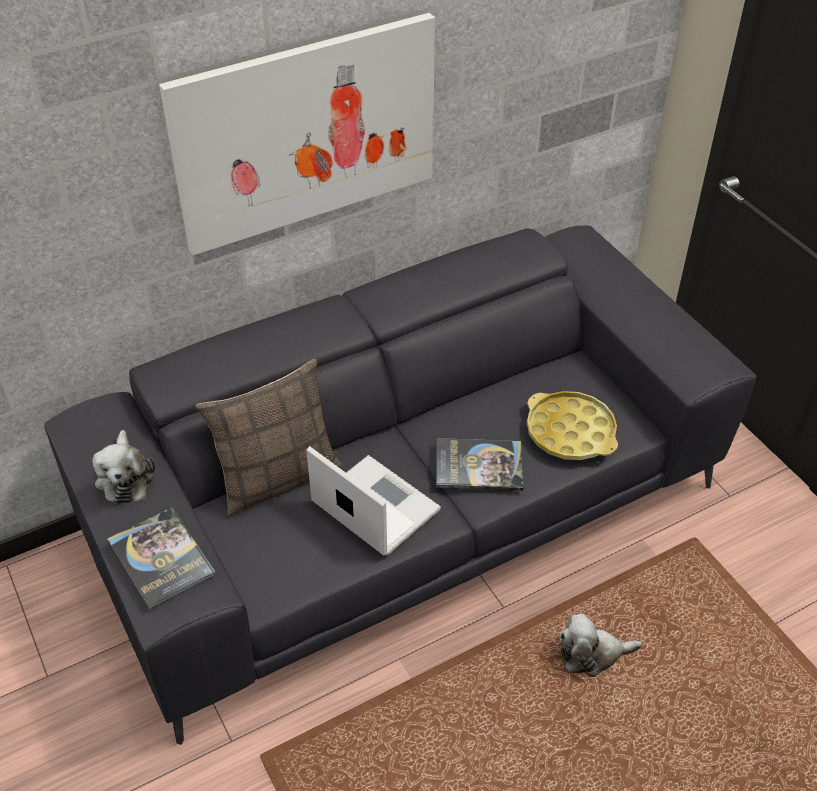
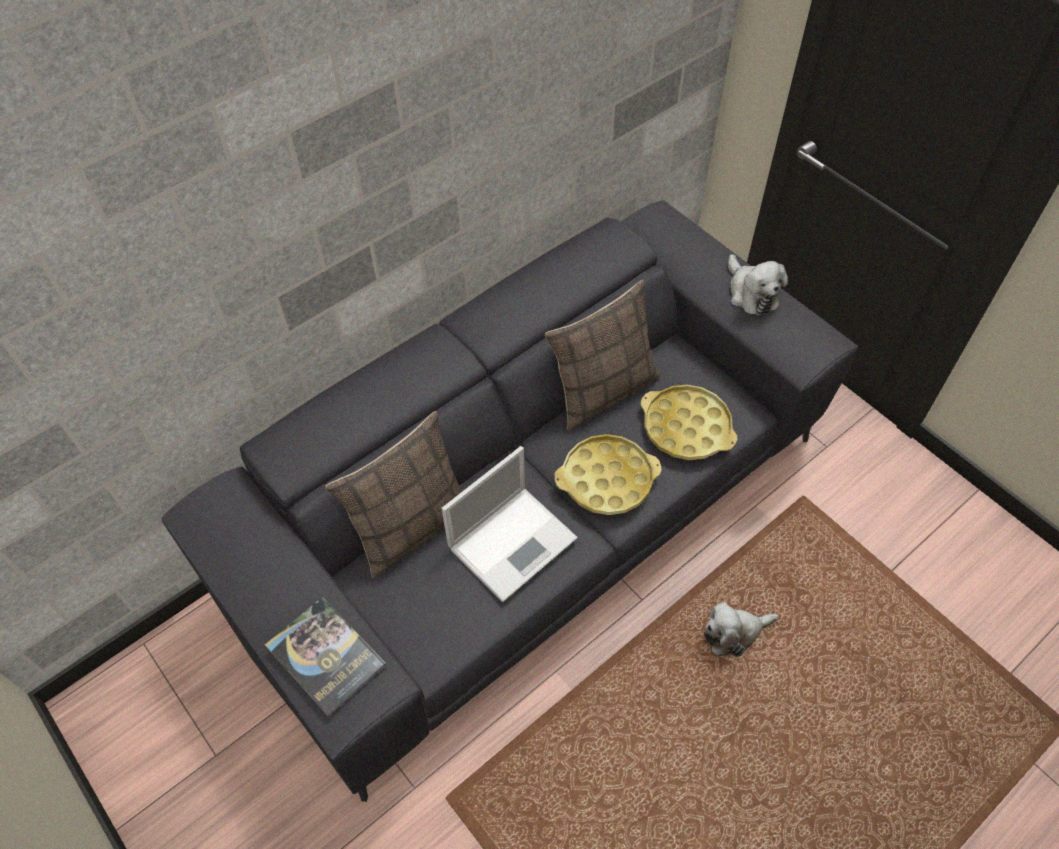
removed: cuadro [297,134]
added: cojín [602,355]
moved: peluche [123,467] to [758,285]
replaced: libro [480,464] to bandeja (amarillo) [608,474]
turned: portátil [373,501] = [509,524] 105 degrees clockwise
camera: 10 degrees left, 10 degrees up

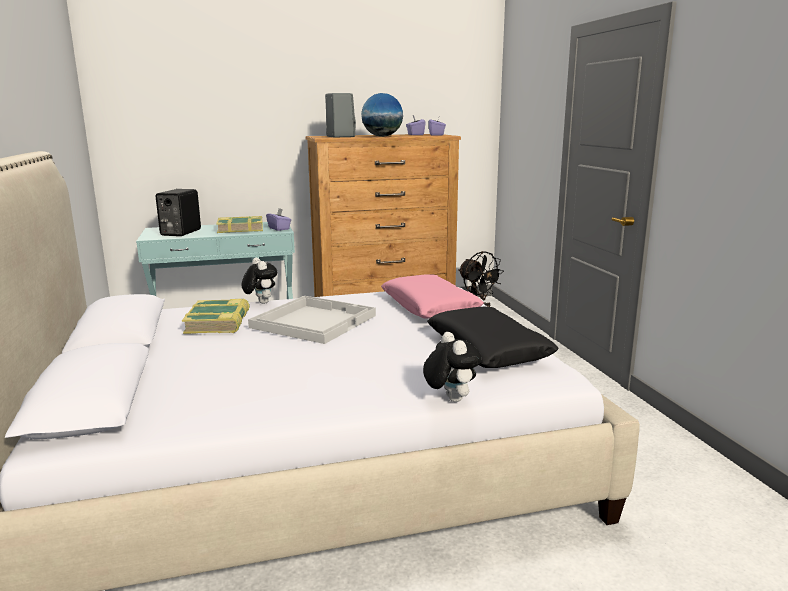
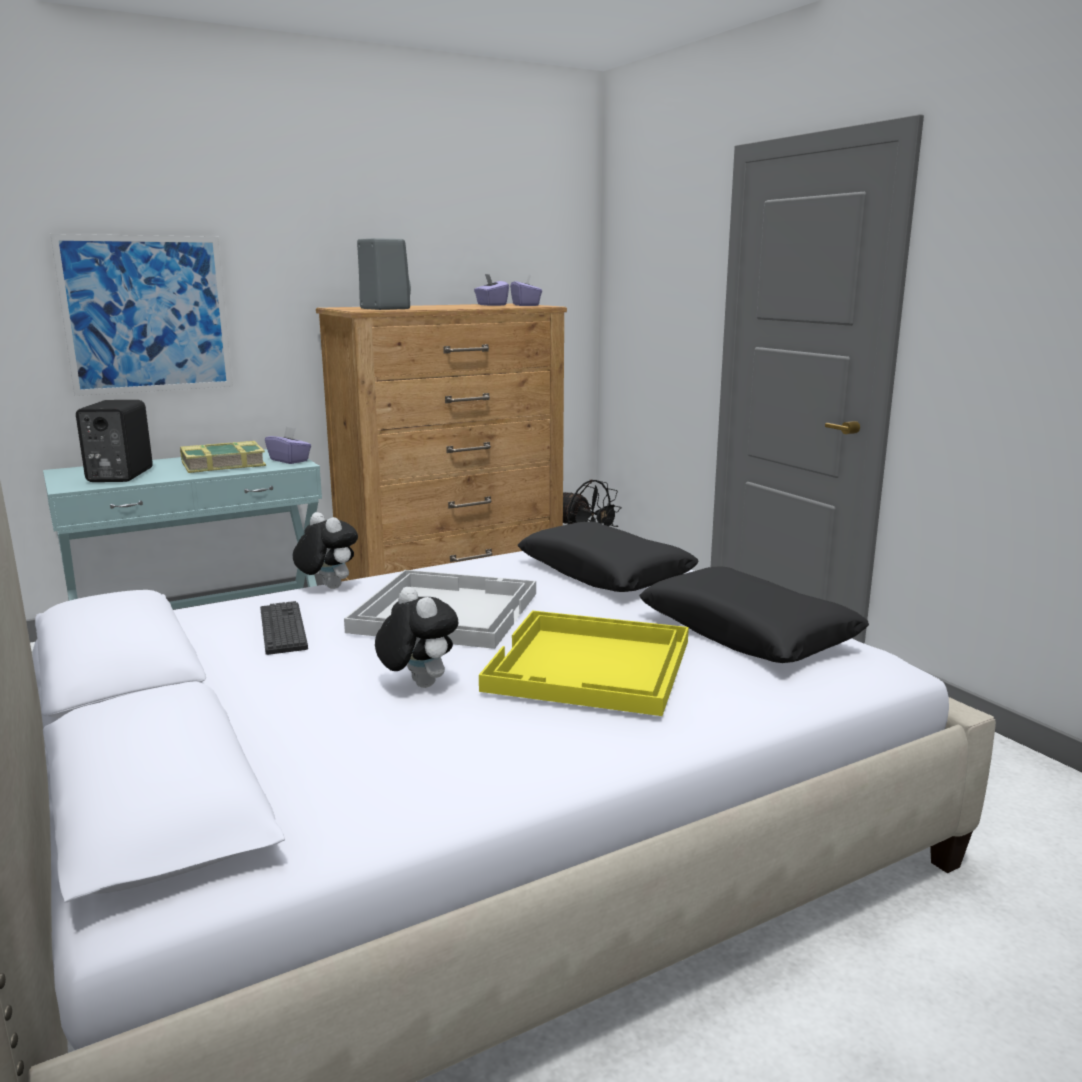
removed: globo terráqueo [382,115]
added: cuadro [141,315]; bandeja (amarillo) [584,663]
moved: peluche [452,367] to [417,637]
replaced: libro [216,316] to teclado [284,628]
recoloured: cojín (rosa) [432,296] to cojín (negro) [608,557]
camera: 15 degrees left, 0 degrees up

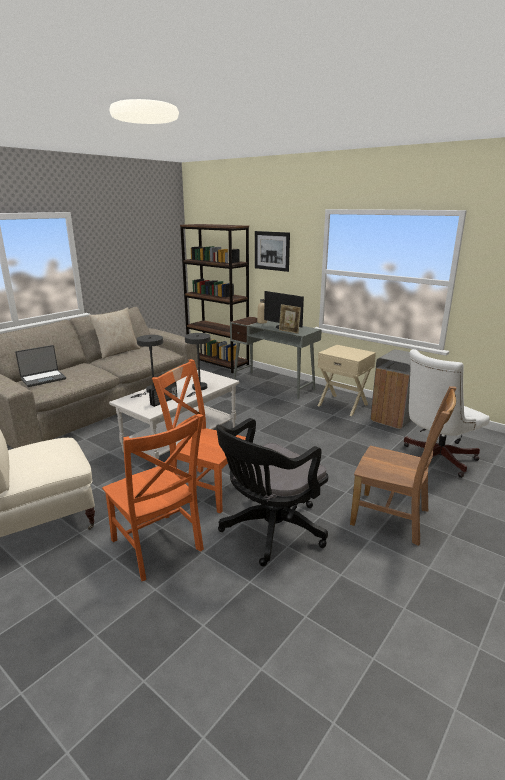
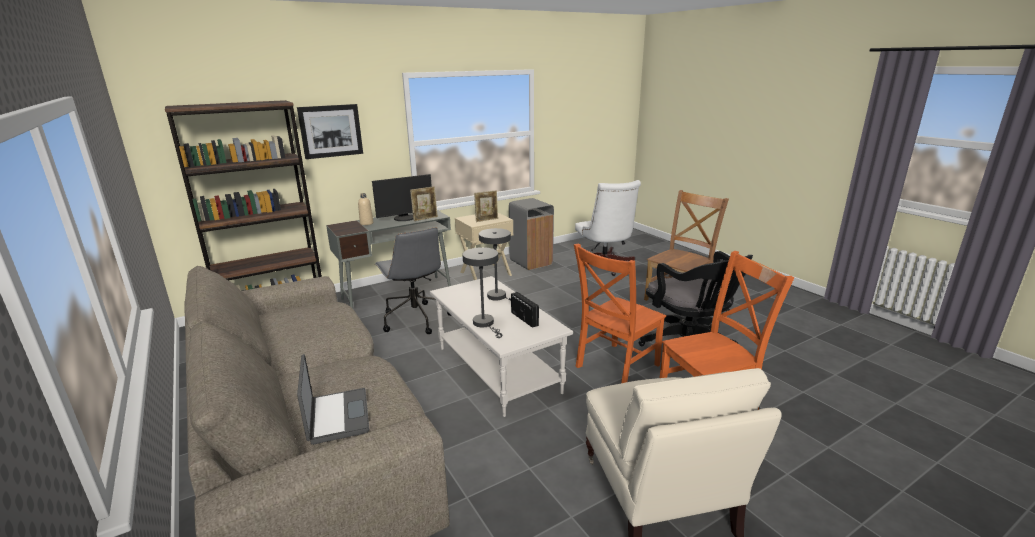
removed: cojín (beis) [115,333]
added: silla de oficina (gris) [413,280]; portarretratos [486,206]
camera: 70 degrees left, 0 degrees up

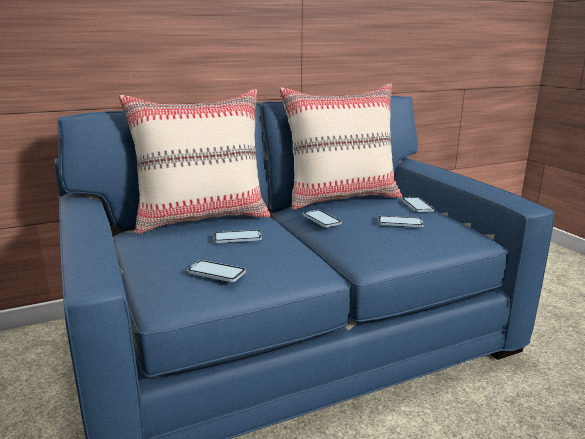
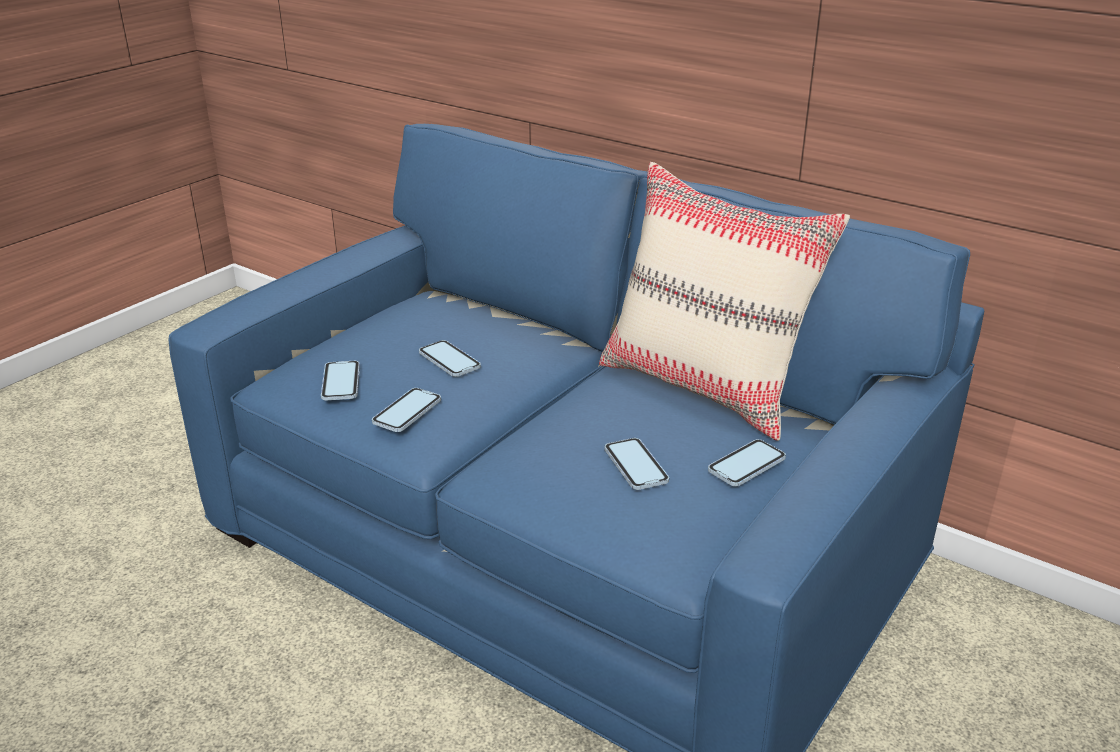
removed: cojín (beis) [195,161]
moved: móvil [322,218] to [406,410]
camera: 60 degrees right, 10 degrees up

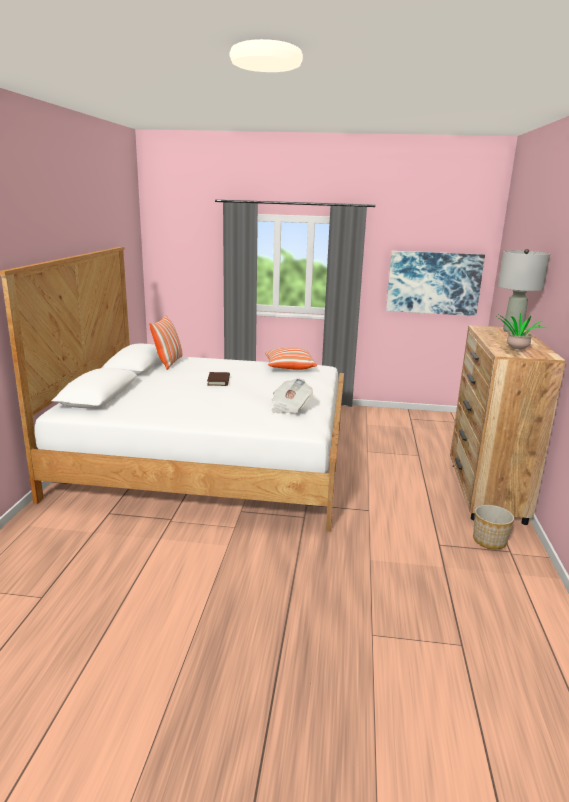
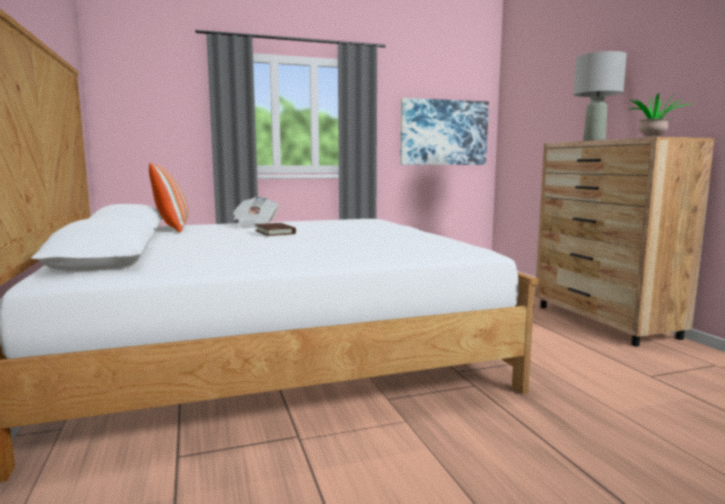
removed: cojín [291,359]; maceta [493,527]
moved: periódico [292,396] to [256,212]
camera: 25 degrees left, 10 degrees down

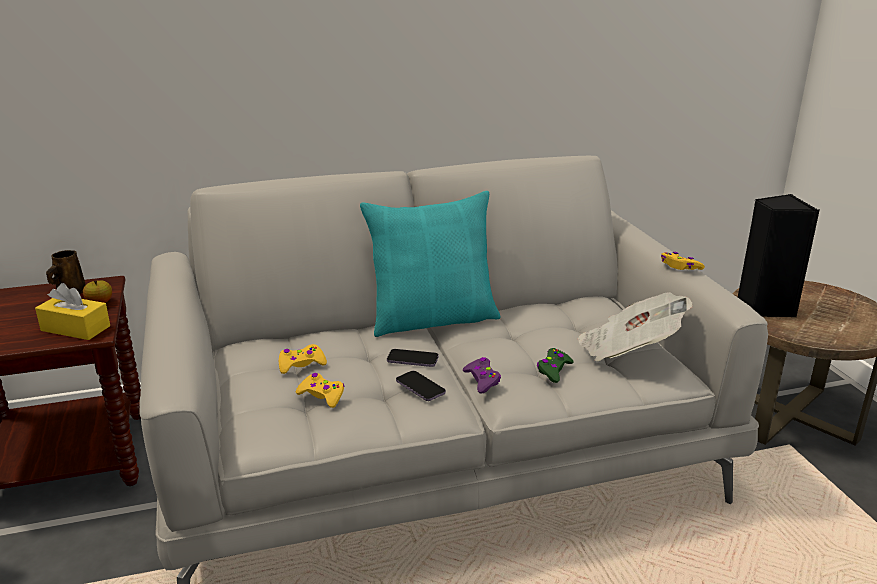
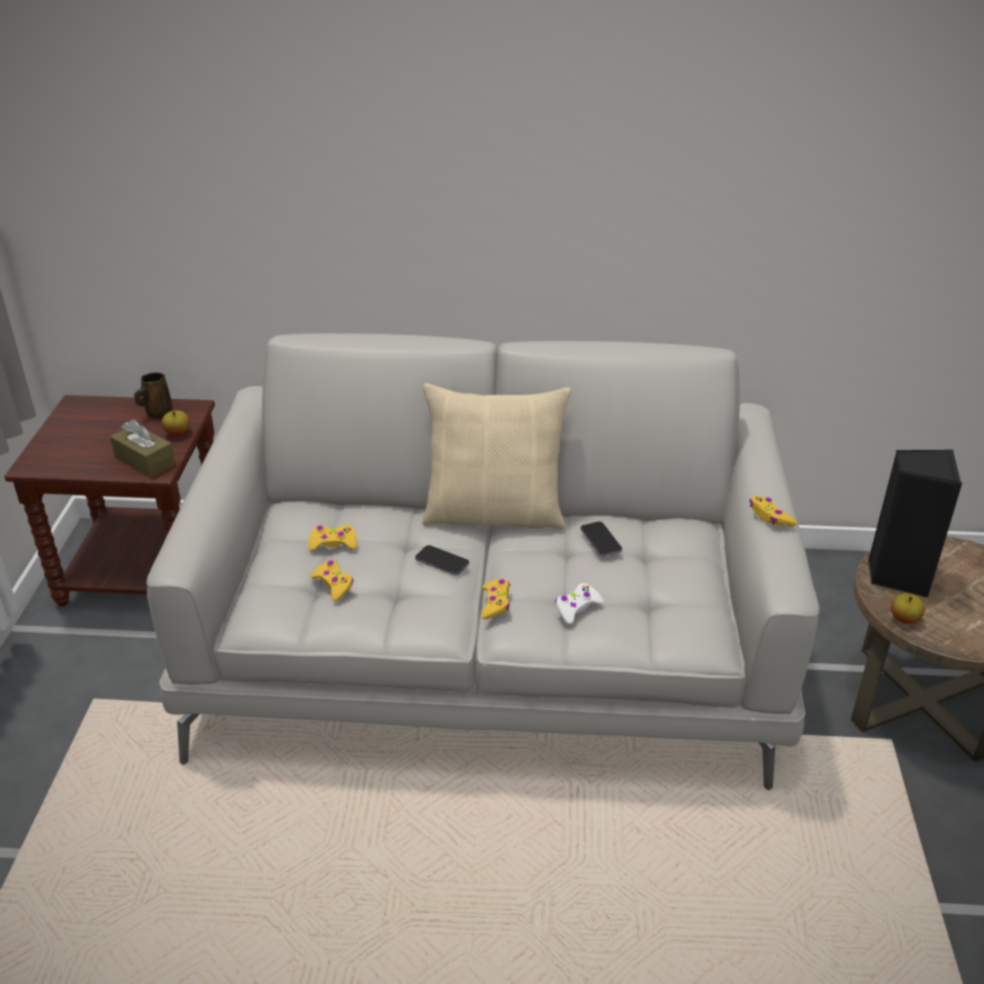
removed: periódico [635,326]
added: manzana [908,608]
moved: móvil [421,386] to [601,538]
recoloured: caja de pañuelos (amarillo) [72,311] to caja de pañuelos (marrón) [142,448]; cojín (turquesa) [430,264] to cojín (beis) [496,456]; mando de consola (morado) [482,375] to mando de consola (amarillo) [495,599]; mando de consola (verde) [555,365] to mando de consola (blanco) [579,603]
camera: 20 degrees right, 10 degrees up

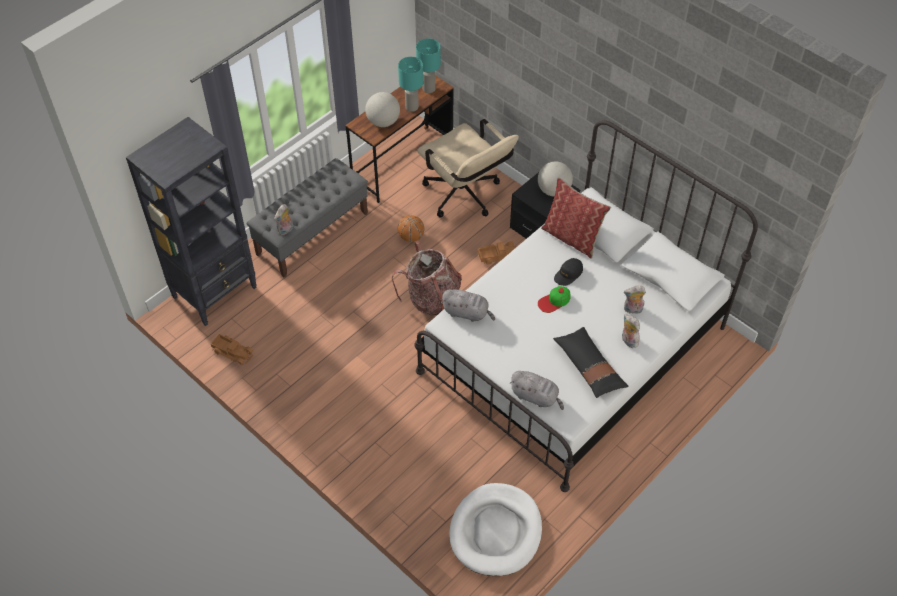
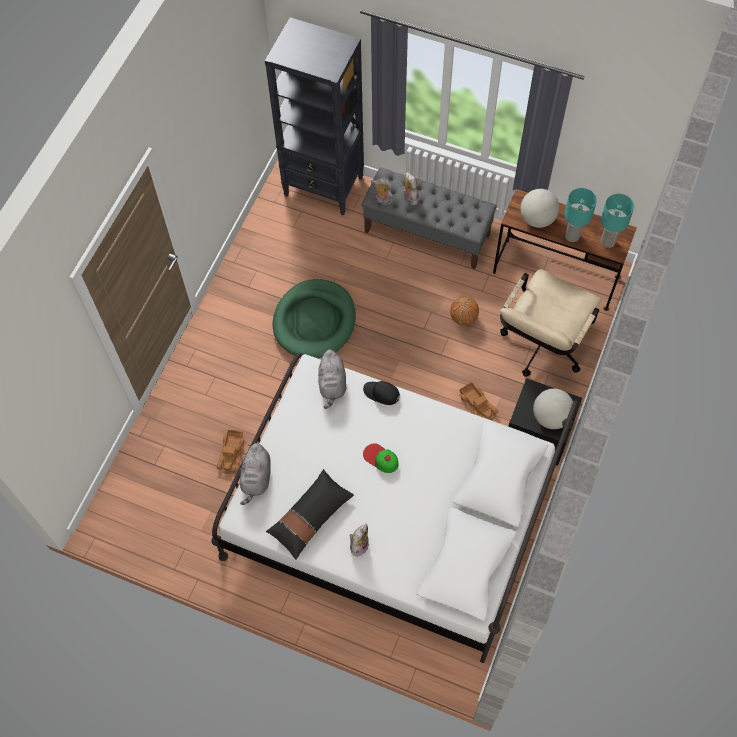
removed: mochila [427,278]; cama para perro (blanco) [495,529]; cojín [576,218]
added: cama para perro (verde) [314,318]
moved: camión de juguete [232,349] to [230,451]; gorra (negro) [568,272] to [381,393]; peluche [635,299] to [411,188]
camera: 70 degrees right, 10 degrees up

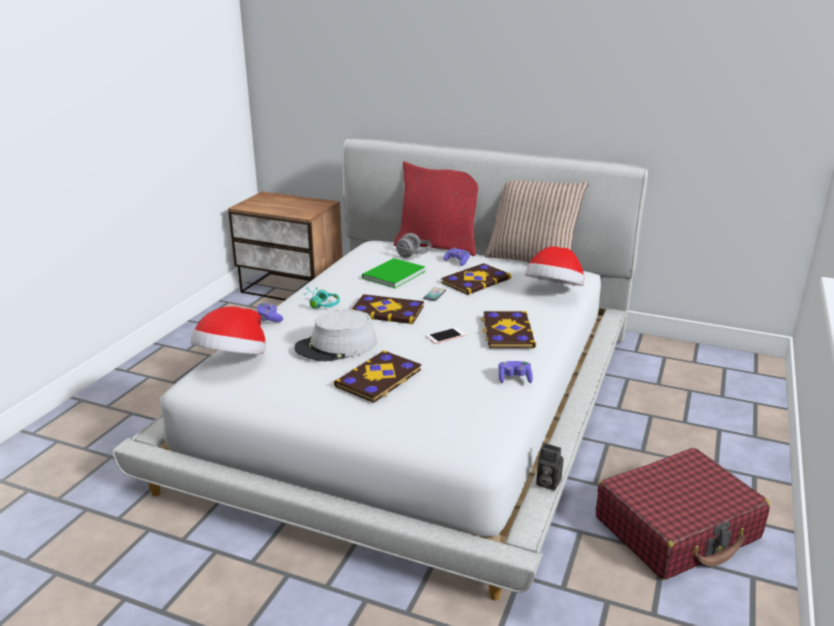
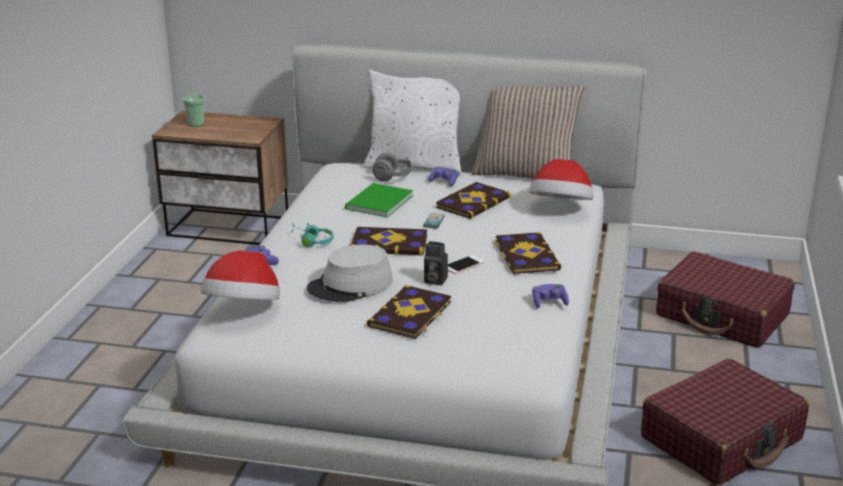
added: taza [193,111]; maleta (rojo) [725,299]
moved: cámara [550,467] to [436,263]
recoloured: cojín (rojo) [436,208] to cojín (blanco) [412,122]
camera: 10 degrees left, 0 degrees up

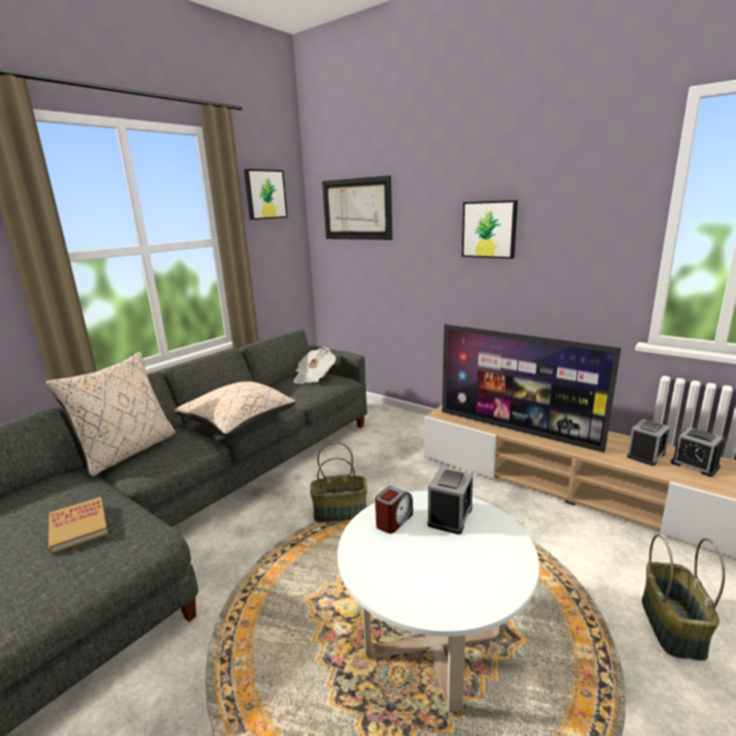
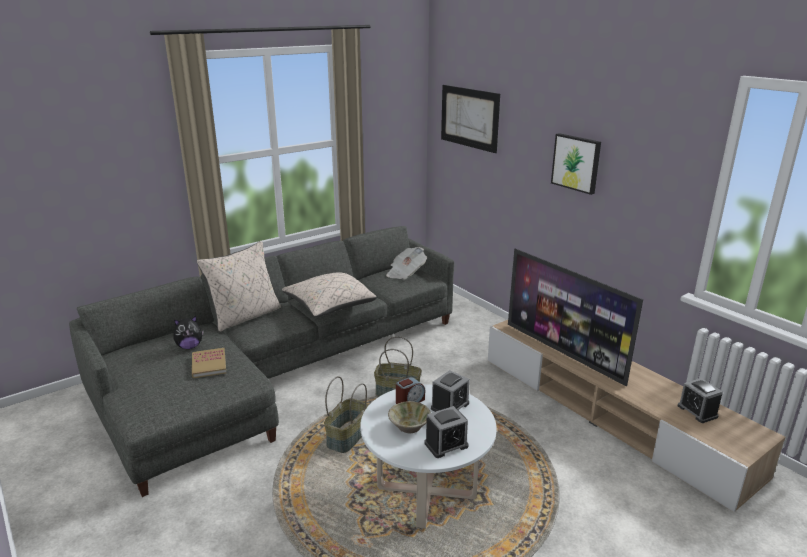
removed: cuadro [266,194]
added: peluche [189,332]; cuenco (beis) [409,417]
moved: cesta [683,597] to [346,414]; despertador [648,442] to [446,432]
camera: 15 degrees right, 5 degrees up

